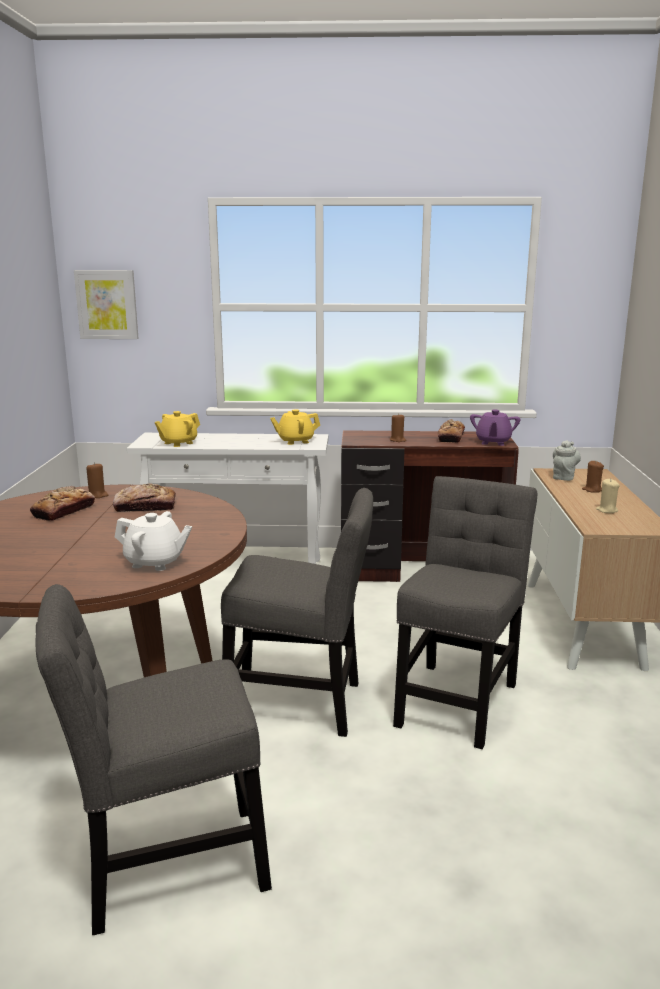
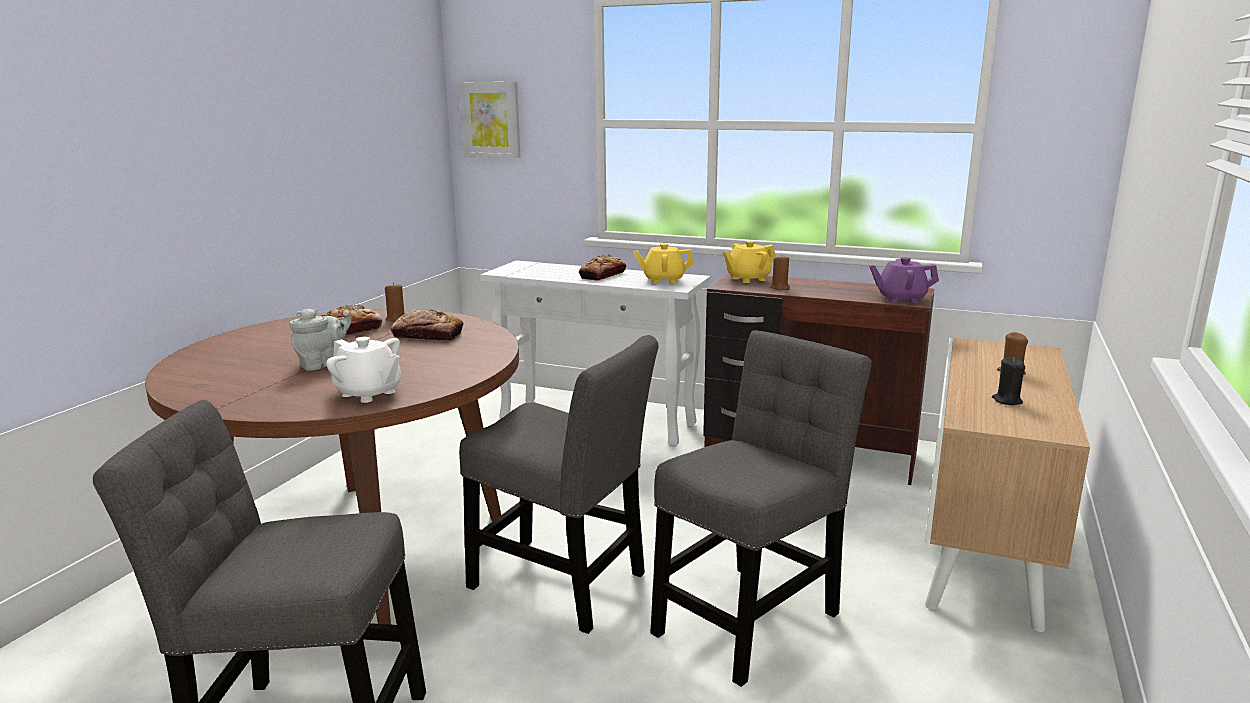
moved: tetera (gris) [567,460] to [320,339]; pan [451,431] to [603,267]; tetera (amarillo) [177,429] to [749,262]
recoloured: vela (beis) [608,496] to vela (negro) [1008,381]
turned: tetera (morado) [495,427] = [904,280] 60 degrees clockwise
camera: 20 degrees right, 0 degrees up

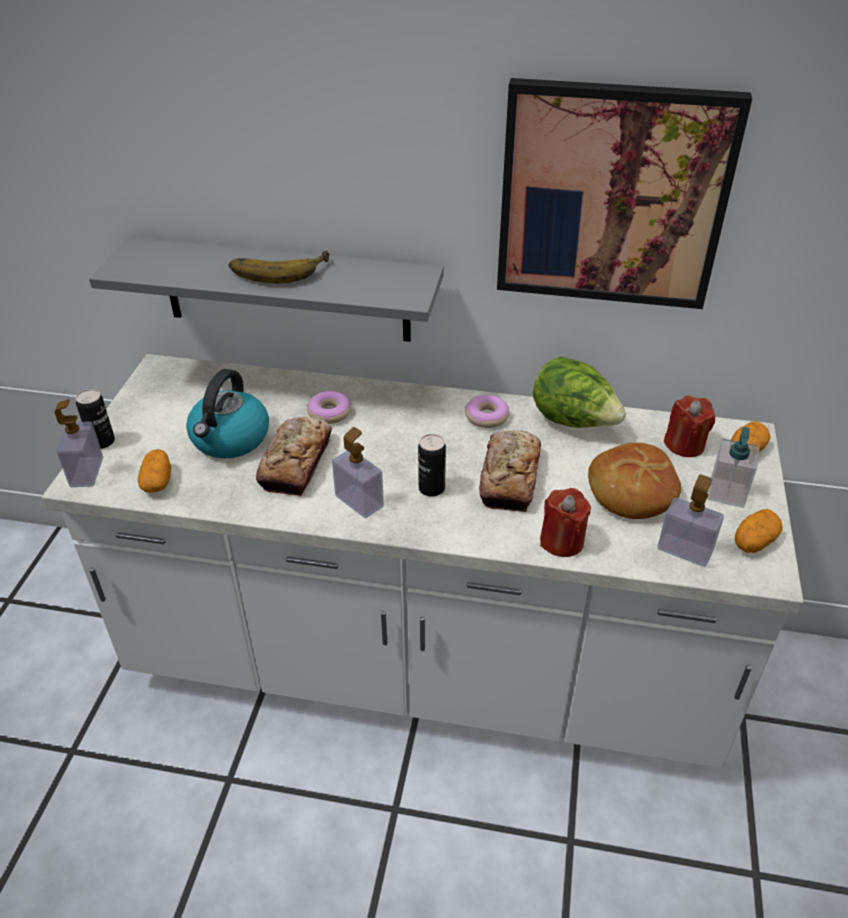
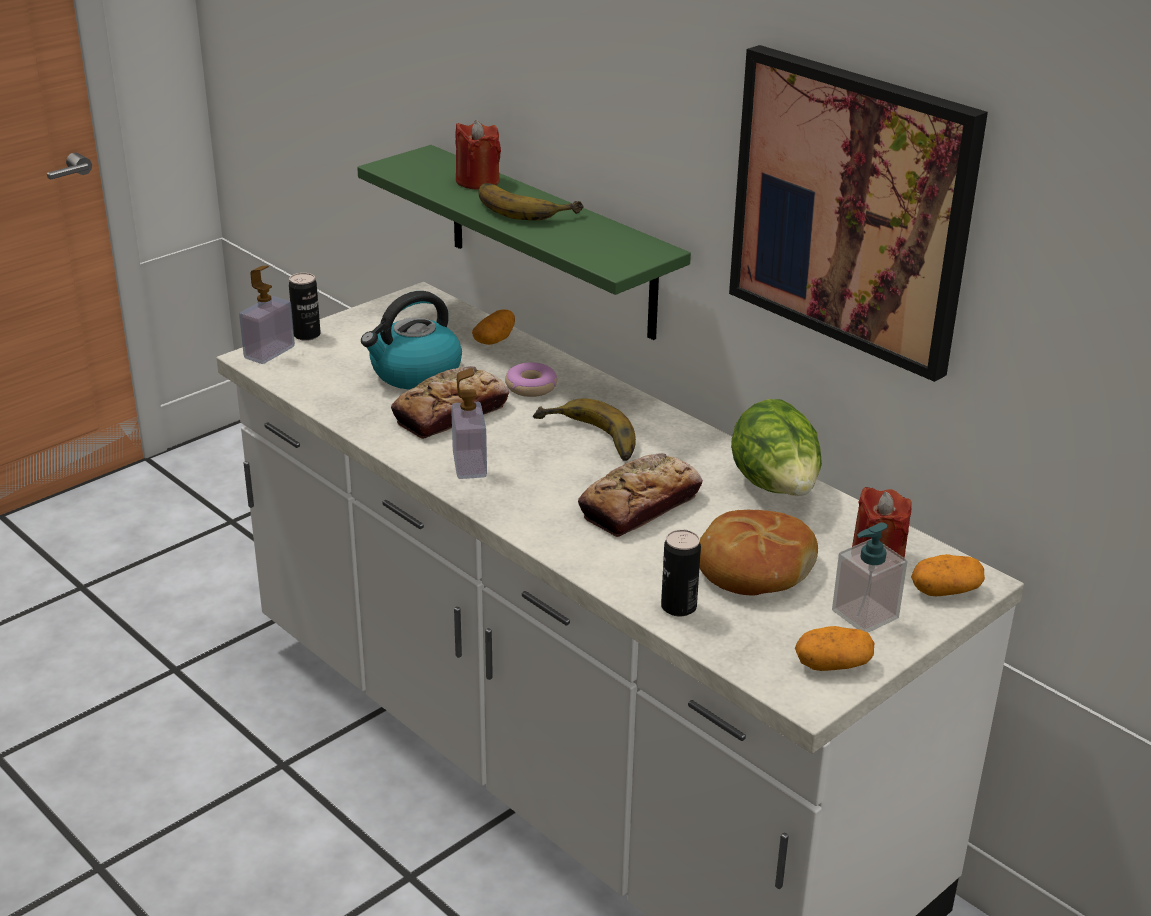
removed: rosquilla [487,411]; dispensador de jabón [691,521]
added: plátano [584,430]
moved: vela (rojo) [565,522] to [478,154]; patata [154,471] to [493,327]; lata [432,465] to [681,572]
recoloured: estante (gris) [266,289] to estante (verde) [524,242]
camera: 35 degrees right, 10 degrees down

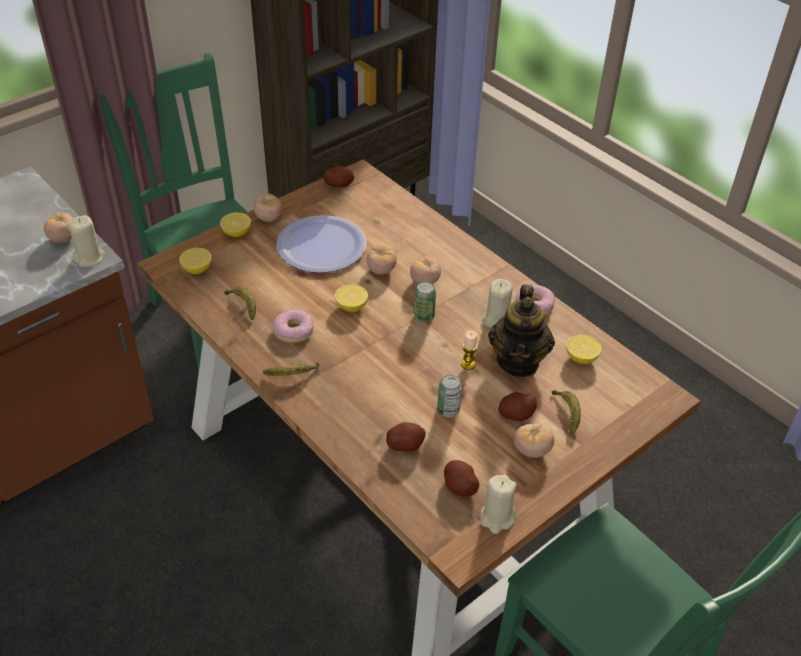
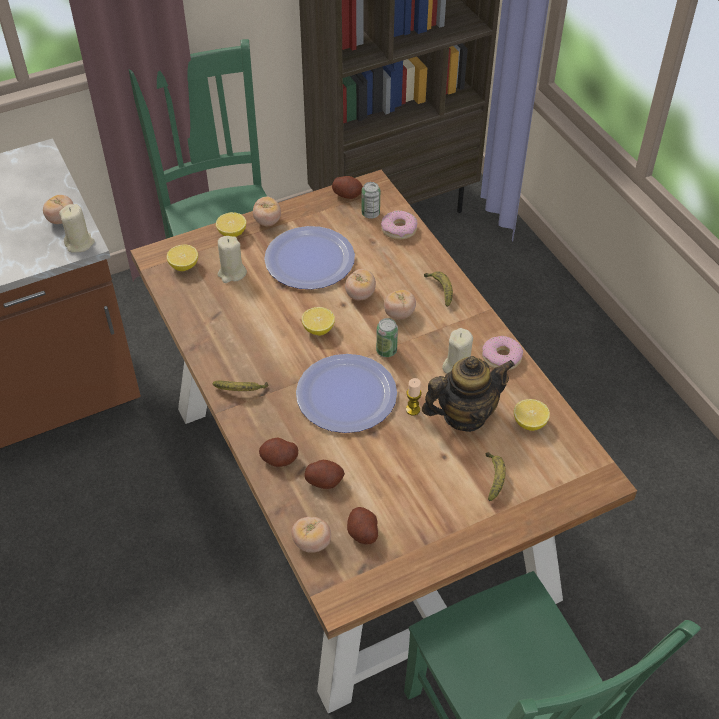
added: plato [346,393]
moved: vela (beis) [498,504] to [232,259]; patata [517,406] to [278,452]; tomate [534,441] to [311,535]; lata [449,396] to [371,200]; rosquilla [293,326] to [399,225]; plátano [240,303] to [438,289]
turned: tetera [521,330] = [468,394] 135 degrees counterclockwise
camera: 15 degrees right, 5 degrees up

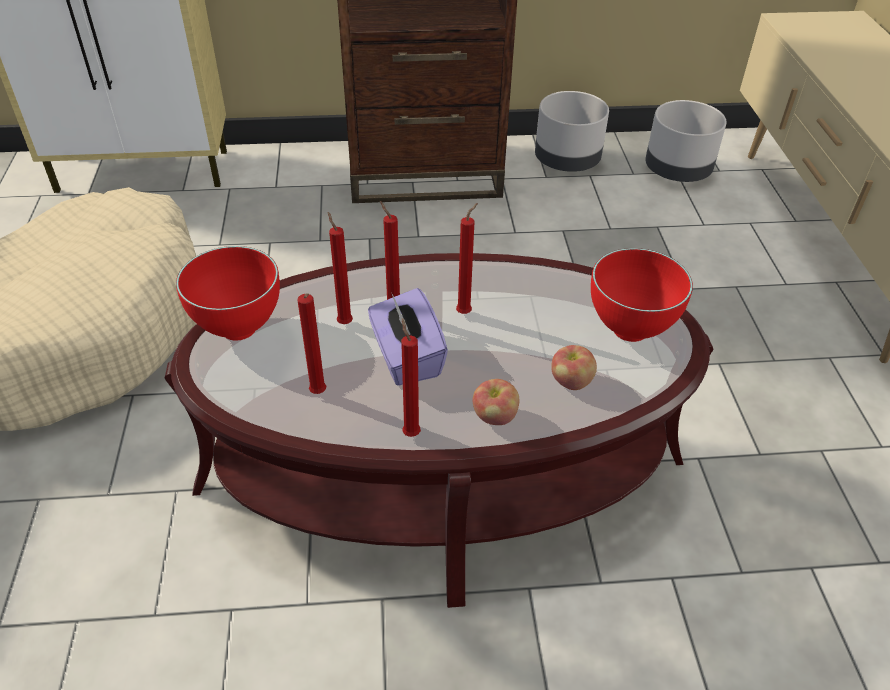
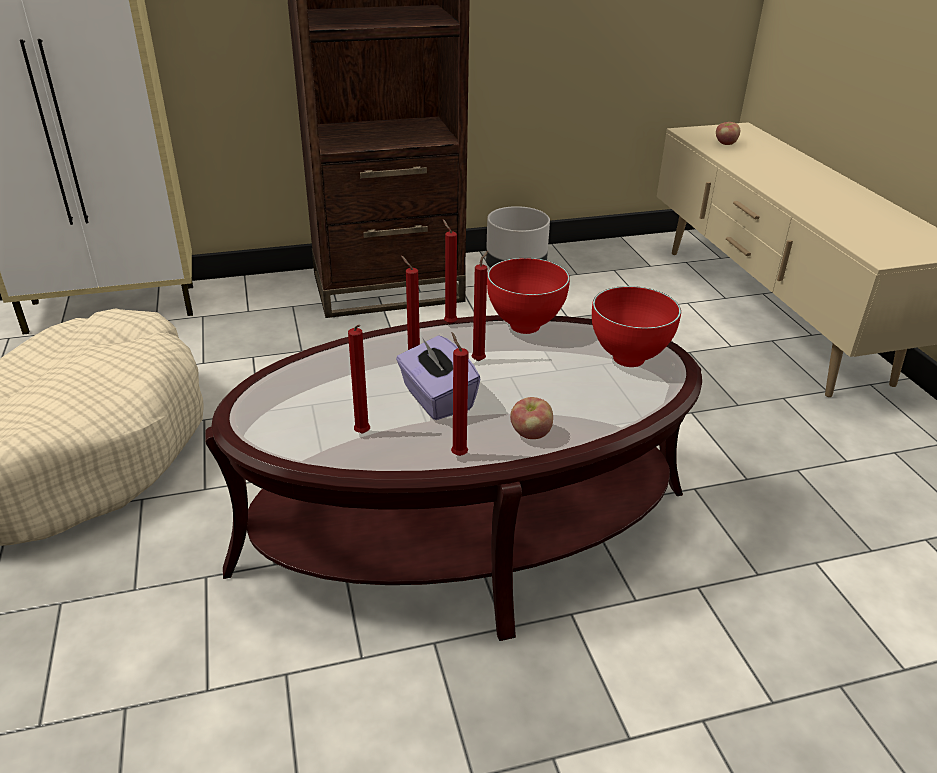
removed: maceta (gris) [686,141]
moved: vela (rojo) [340,268] to [450,271]; cuenco (rojo) [228,293] to [528,296]; manzana [574,367] to [728,133]
camera: 10 degrees left, 10 degrees down

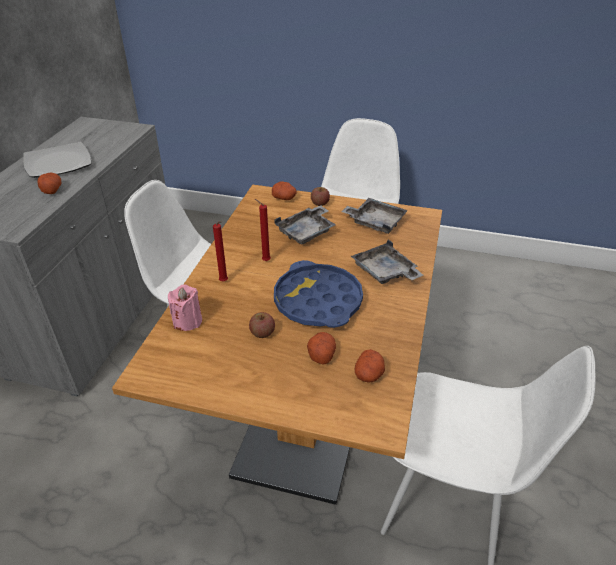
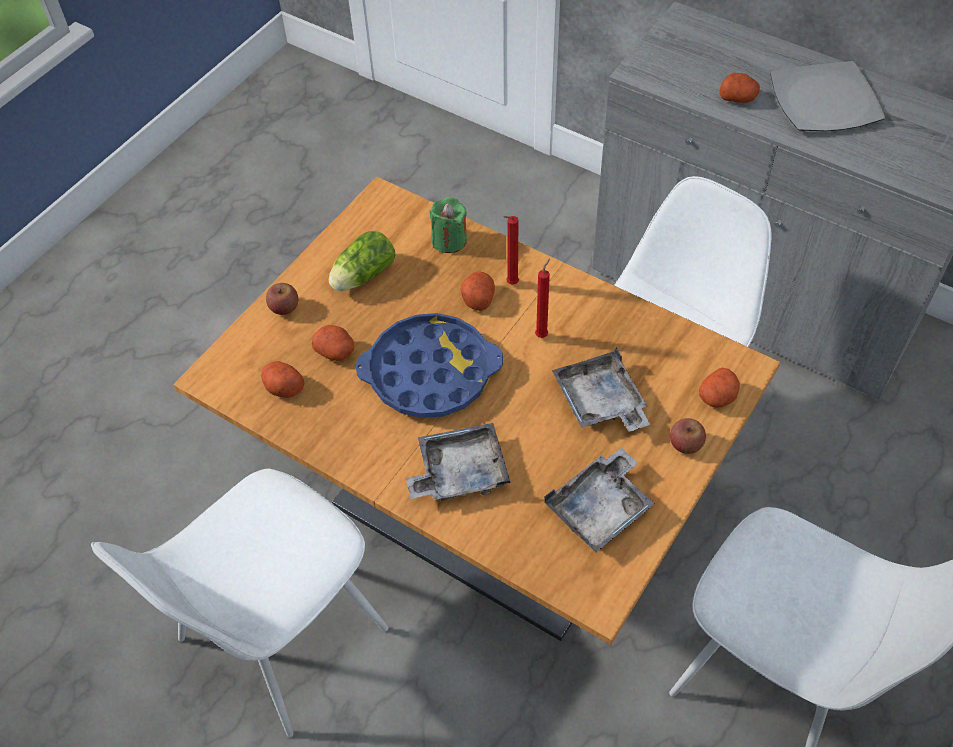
added: lechuga [362,261]; patata [477,291]
moved: manzana [262,325] to [282,299]
recoloured: vela (rosa) [185,308] to vela (verde) [448,225]
camera: 110 degrees right, 15 degrees up

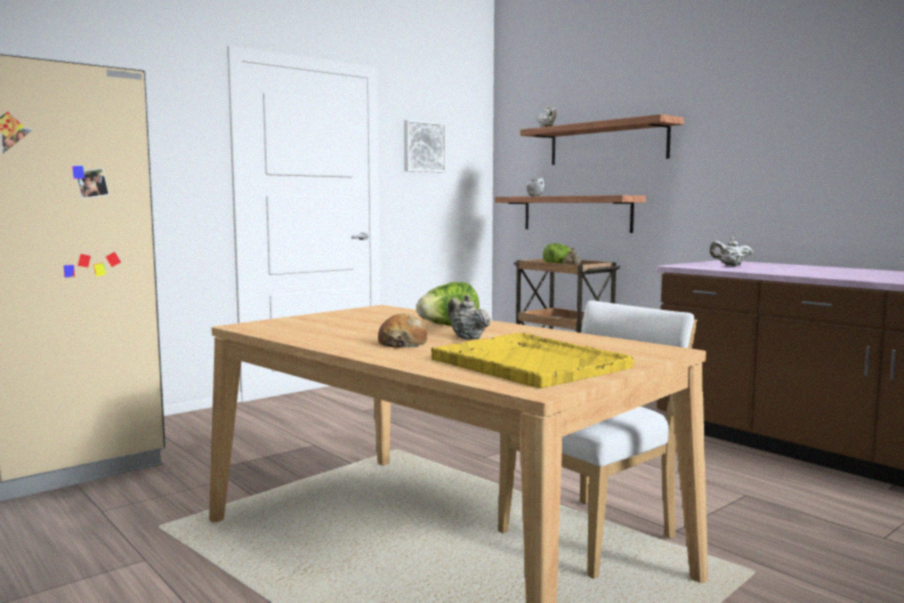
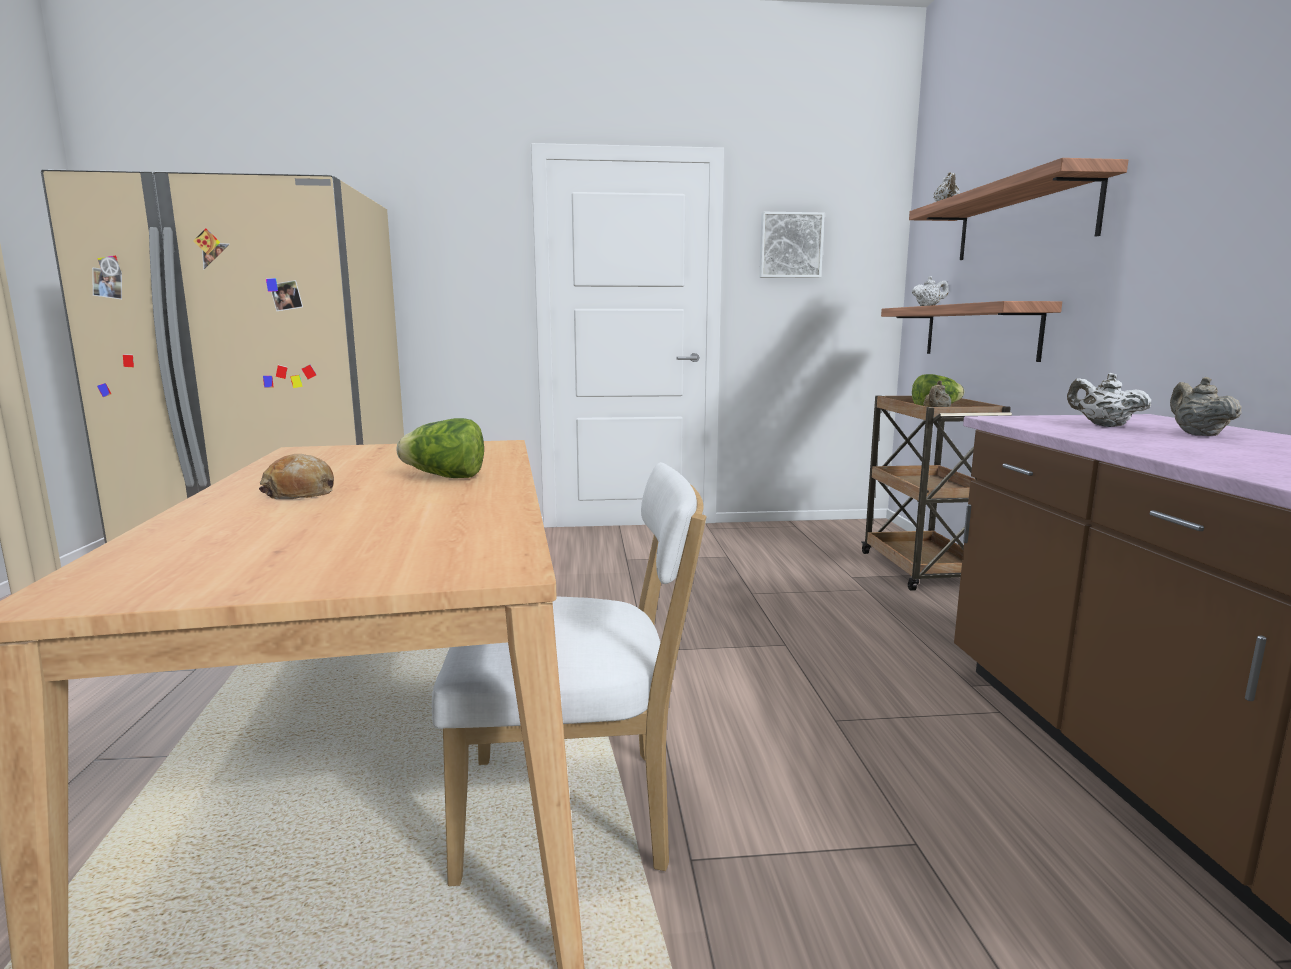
removed: bandeja (amarillo) [532,360]
moved: tetera (beis) [469,317] to [1206,406]
camera: 35 degrees right, 5 degrees up

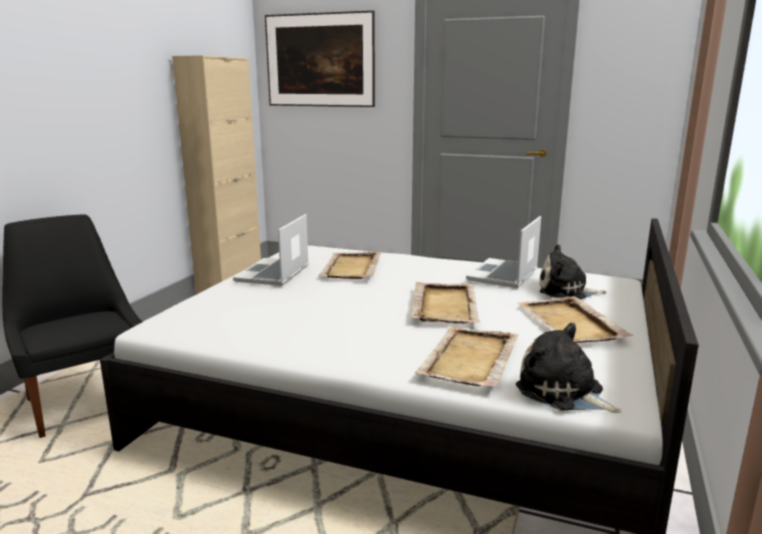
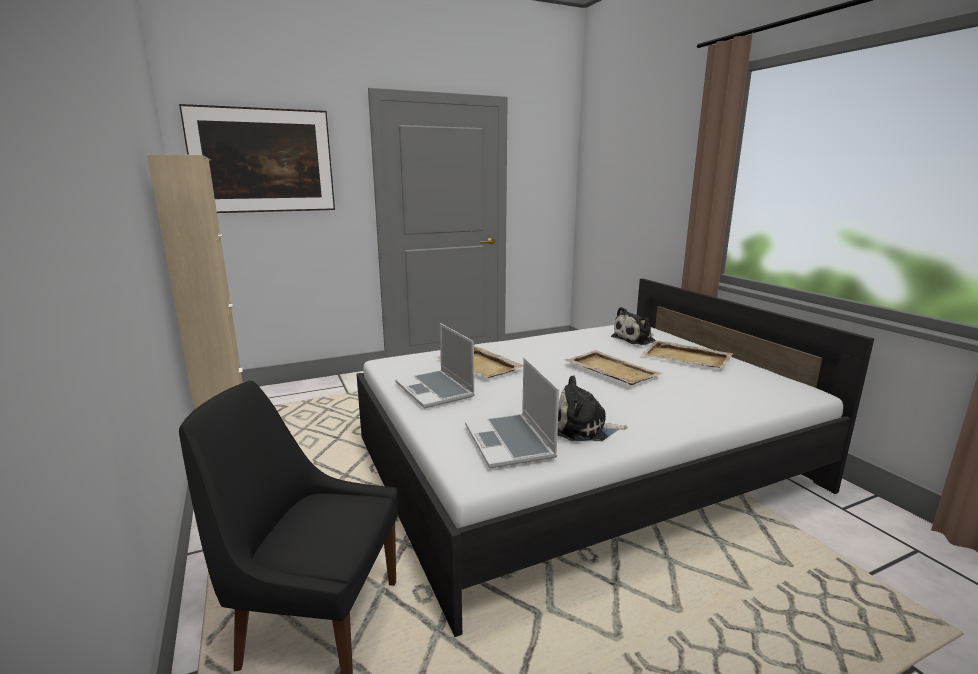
removed: bandeja (beis) [467,356]
moved: portátil [503,252] to [512,413]; peluche [569,368] to [592,408]
camera: 45 degrees left, 0 degrees up

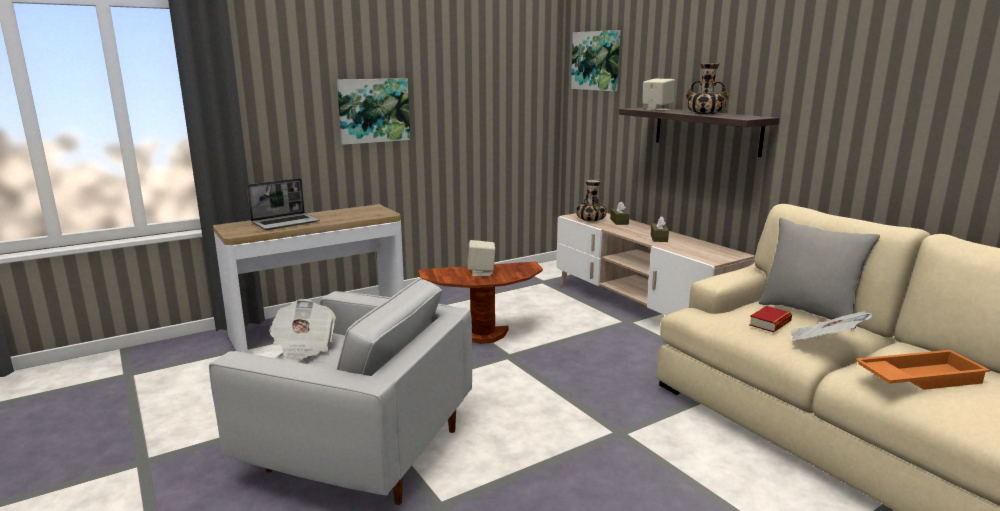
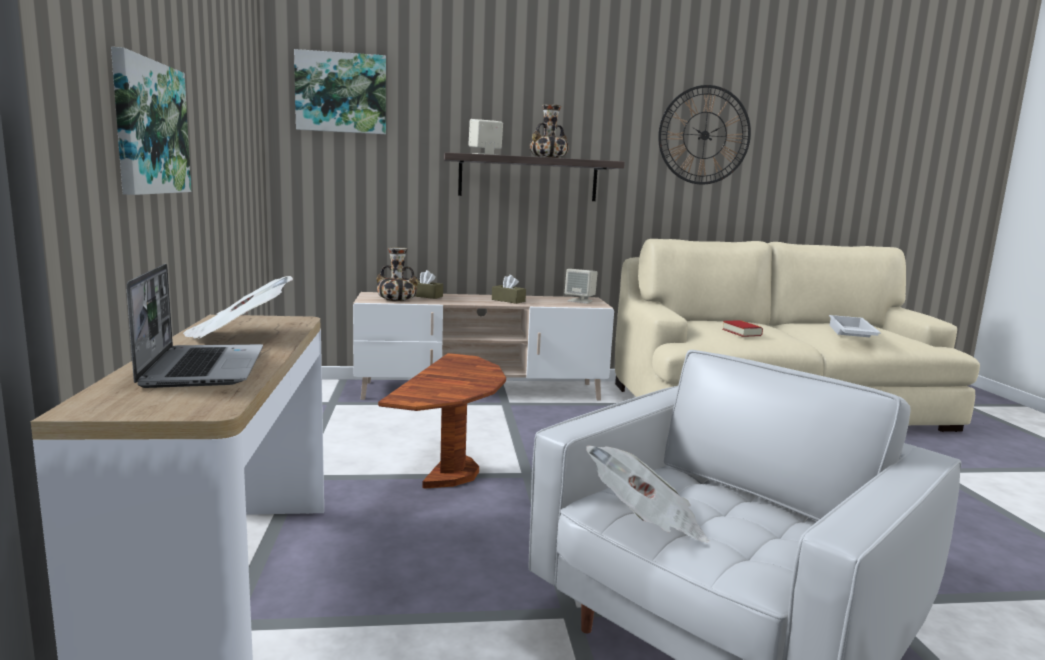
removed: cojín (gris) [819,273]
added: reloj de pared [704,134]
moved: periódico [831,326] to [238,307]; altavoz (beis) [481,258] to [581,286]
recoloured: bandeja (naranja) [922,370] to bandeja (blanco) [855,326]
camera: 65 degrees left, 5 degrees down

